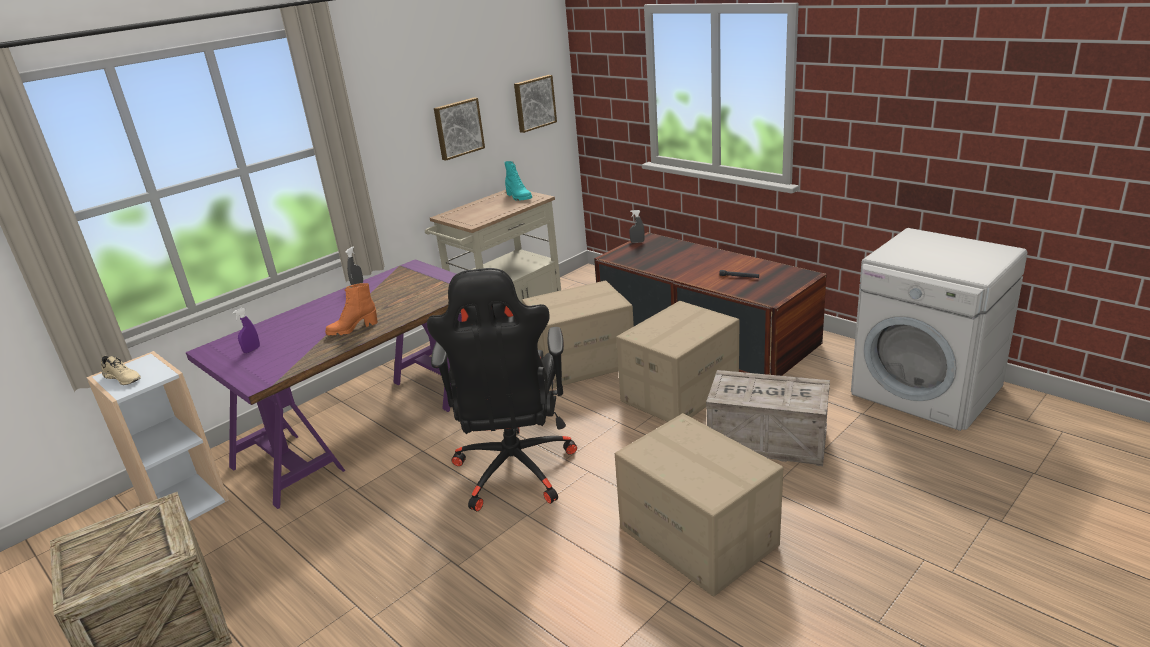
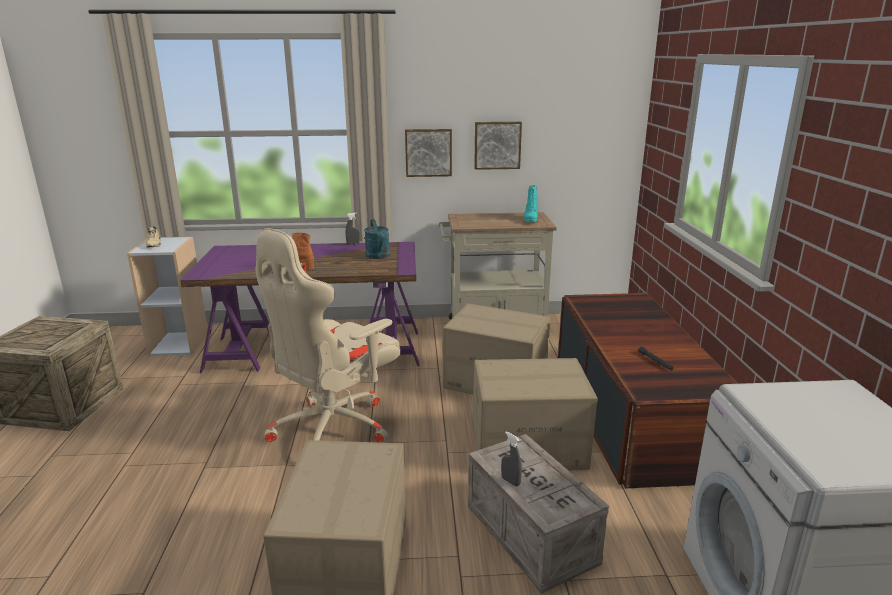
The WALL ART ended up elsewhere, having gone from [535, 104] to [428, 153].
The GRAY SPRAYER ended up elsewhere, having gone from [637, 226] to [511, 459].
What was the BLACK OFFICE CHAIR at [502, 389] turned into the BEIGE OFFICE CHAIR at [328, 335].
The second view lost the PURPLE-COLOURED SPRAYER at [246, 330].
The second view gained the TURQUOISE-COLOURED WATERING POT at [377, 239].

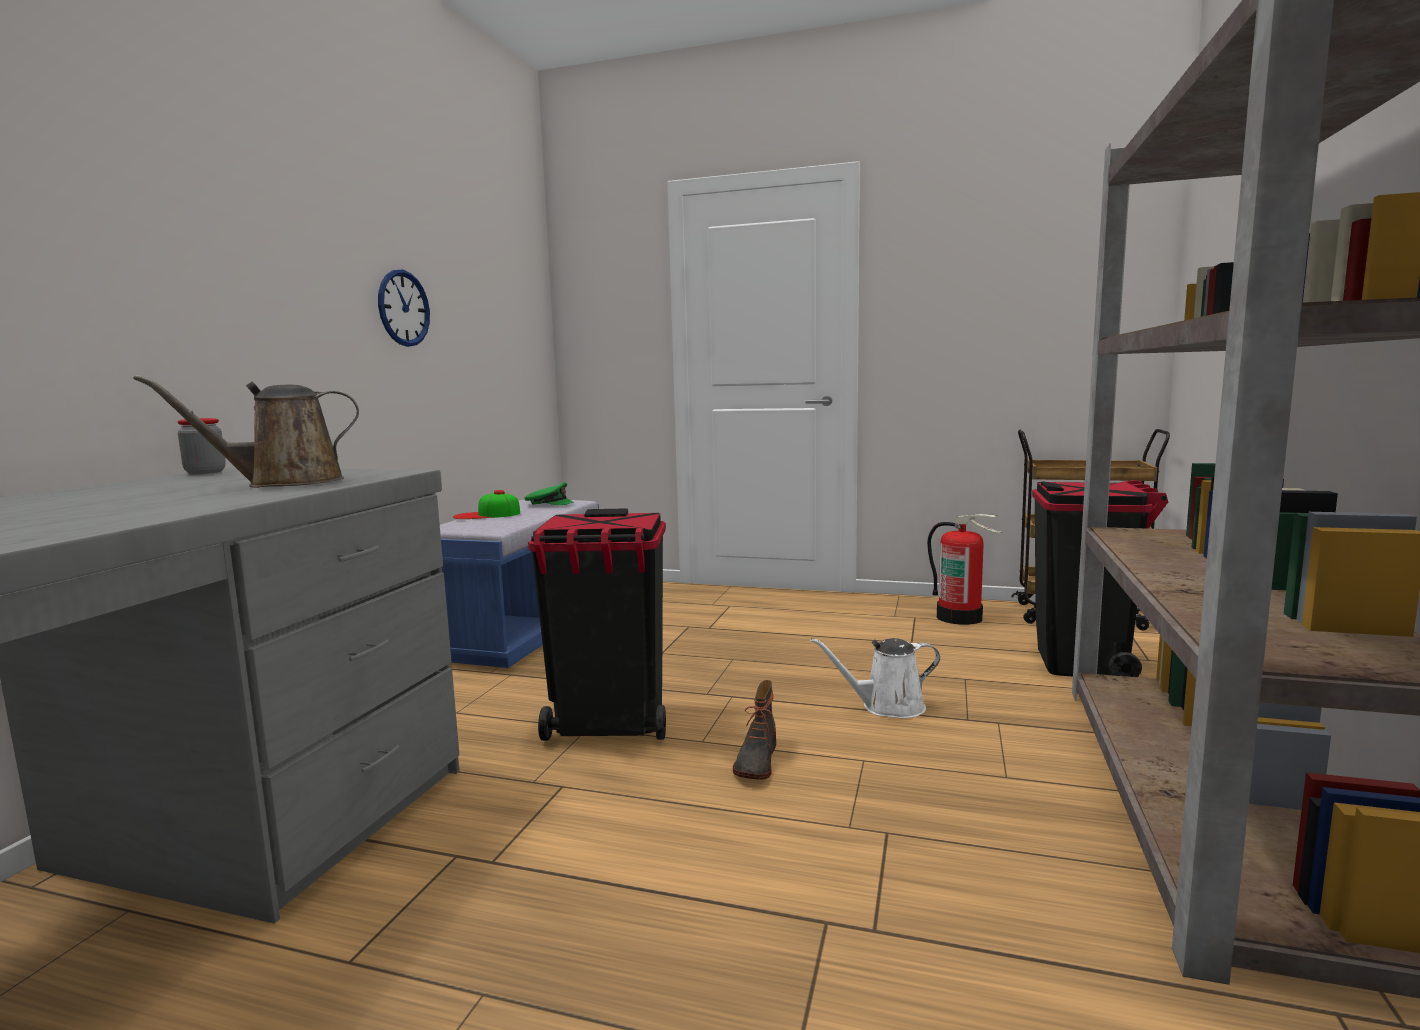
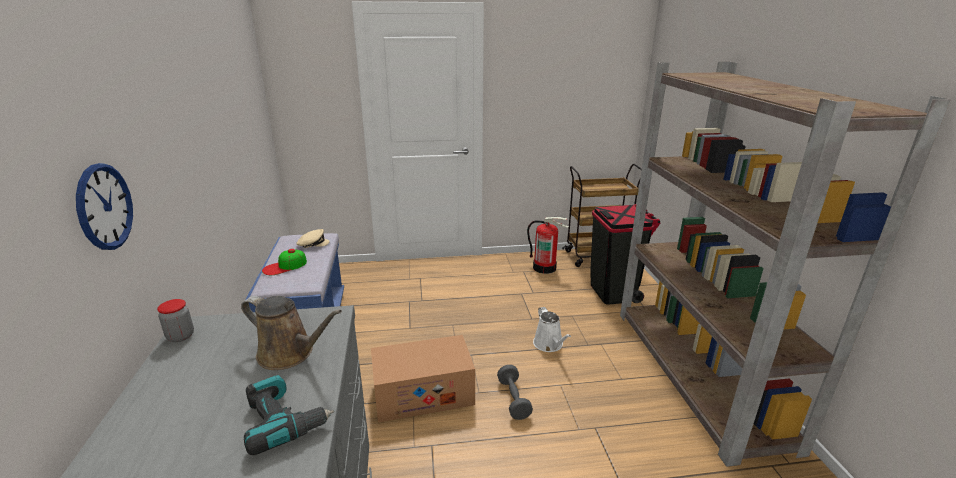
The CLOCK ON THE WALL ended up elsewhere, having gone from [404, 308] to [104, 206].
The BROWNISH WATERING POT at [246, 431] ended up facing another way, 105 degrees counterclockwise from before.
What was the GREEN-COLOURED BASEBALL CAP at [549, 493] turned into the BEIGE BASEBALL CAP at [313, 238].
Where the BLACK TRASH CAN stood at [597, 624], the CARDBOARD BOX came to stand at [423, 378].
The WHITISH WATERING POT at [875, 678] ended up facing another way, 75 degrees counterclockwise from before.
Where the BOOT stood at [754, 730], the GRAY DUMBBELL came to stand at [515, 392].
The second view gained the POWER DRILL at [289, 415].

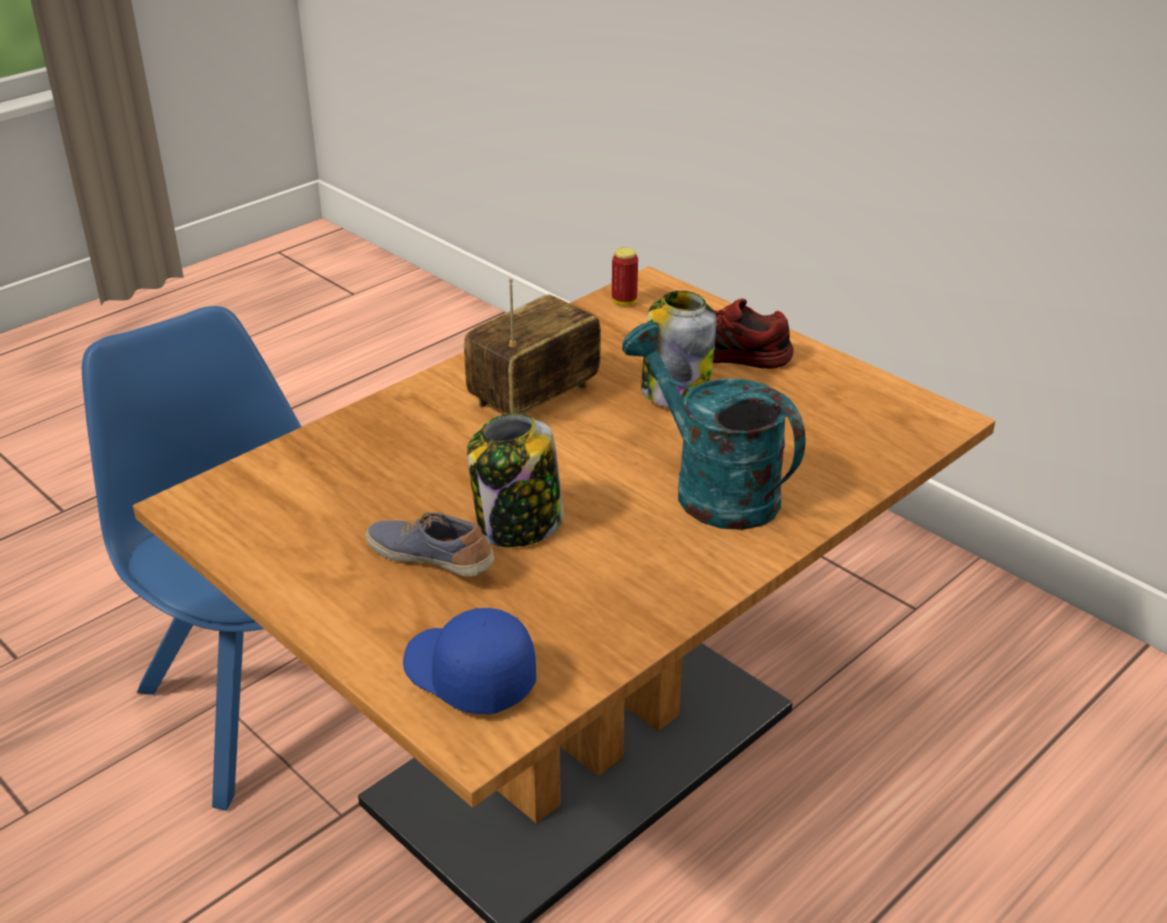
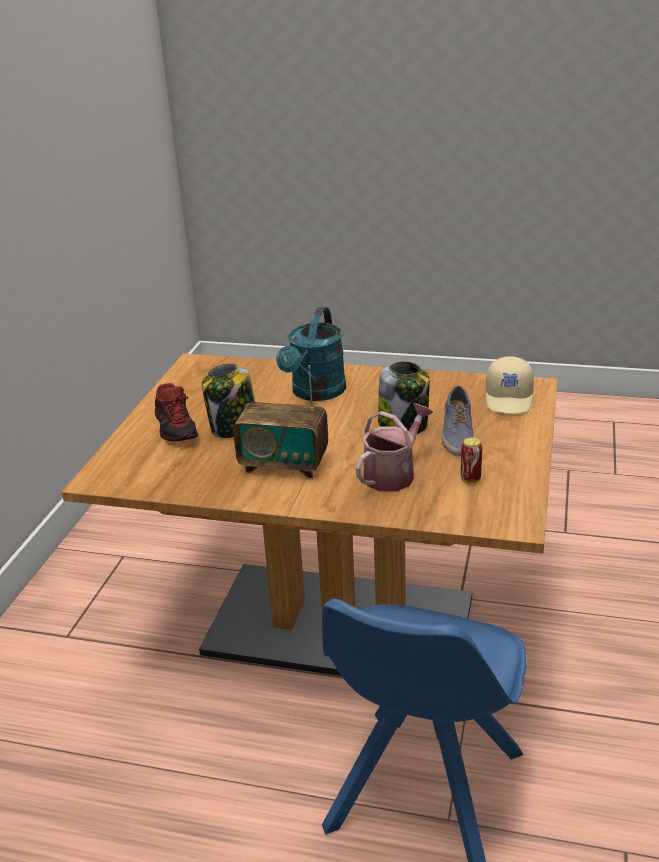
The METAL CAN ended up elsewhere, having gone from [625, 276] to [471, 460].
What was the BLUISH BASEBALL CAP at [469, 661] turned into the BEIGE BASEBALL CAP at [510, 384].
The second view gained the WATERING POT at [394, 447].

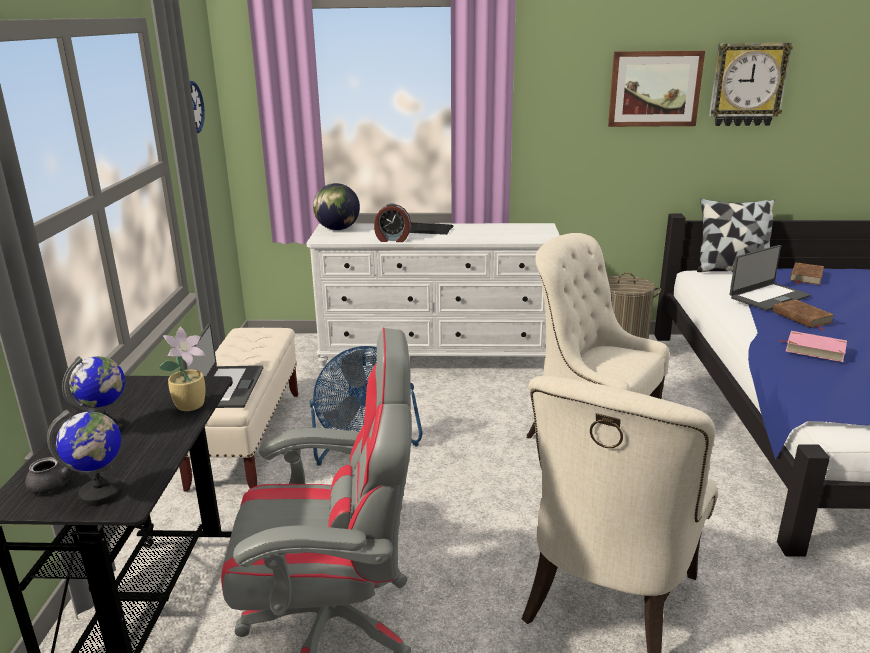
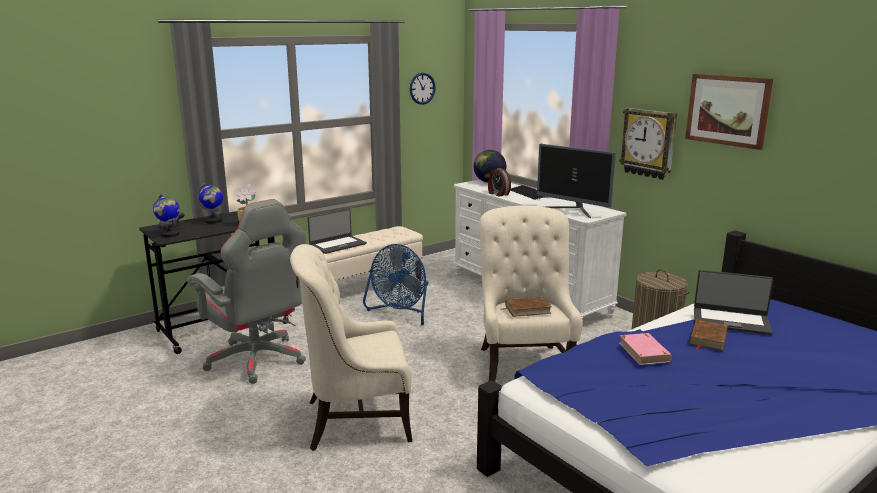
The CLOCK ON THE WALL ended up elsewhere, having gone from [751, 84] to [648, 144].
The second view lost the THROW PILLOW at [736, 235].
The BROWNISH BOUND BOOK ended up elsewhere, having gone from [807, 273] to [526, 307].
The second view gained the COMPUTER SCREEN at [576, 181].

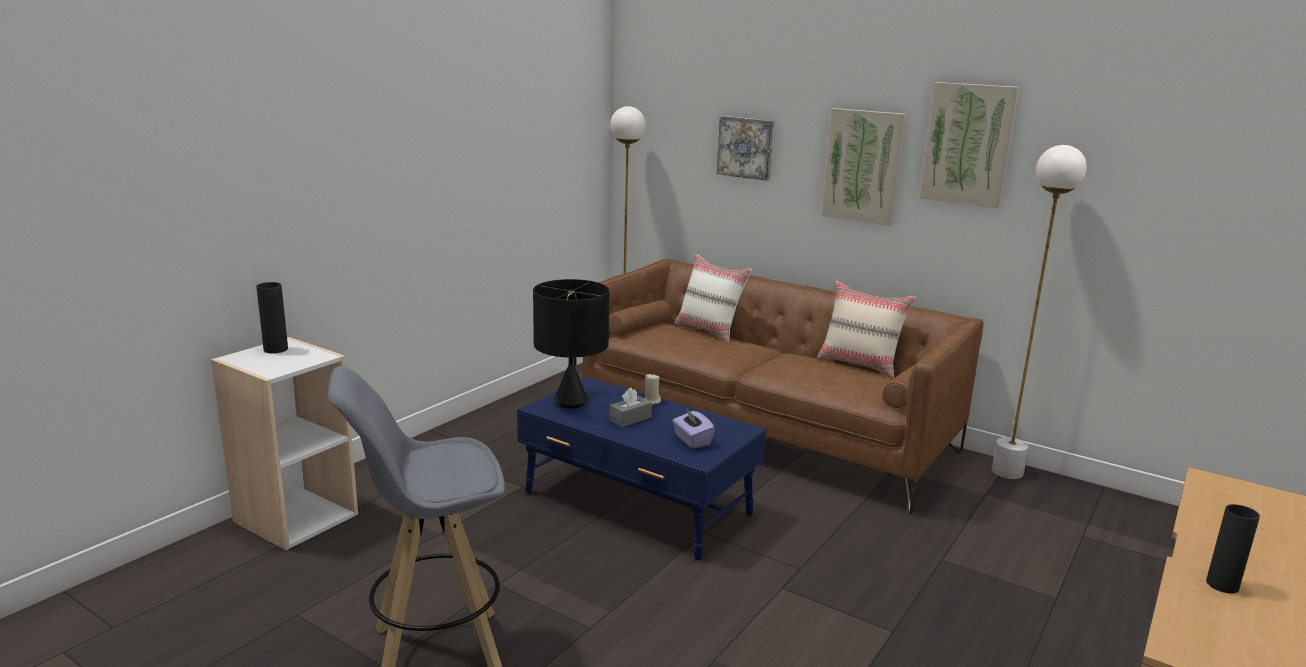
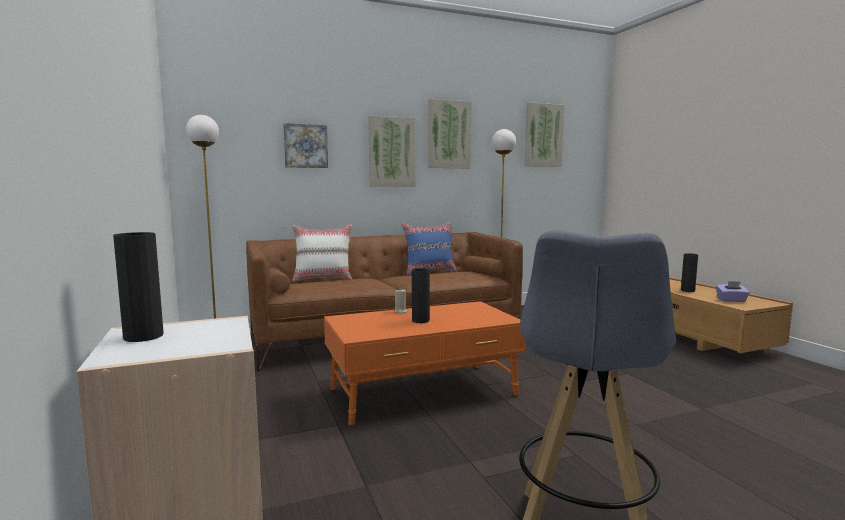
The second view lost the BLACK TABLE LAMP at [571, 344].
What was the BEIGE THROW PILLOW at [866, 329] turned into the BLUISH THROW PILLOW at [429, 248].
What was the BLUISH COFFEE TABLE at [641, 468] turned into the ORANGE COFFEE TABLE at [425, 363].
Where the GRAY TISSUE BOX stood at [630, 407], the BLACK FLOWER VASE came to stand at [421, 295].
The PURPLE-COLOURED TISSUE BOX ended up elsewhere, having gone from [693, 428] to [733, 291].
The second view gained the WALL ART at [544, 134].

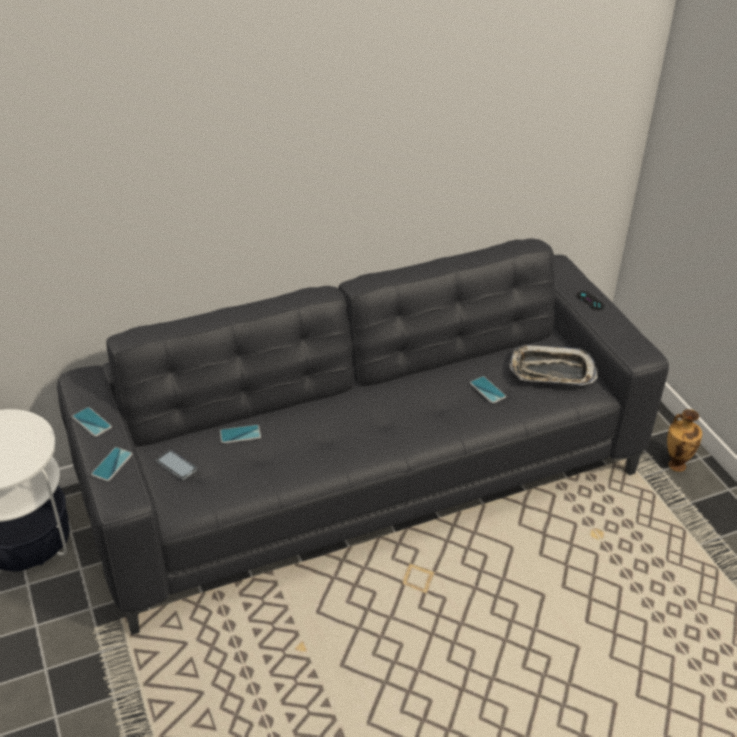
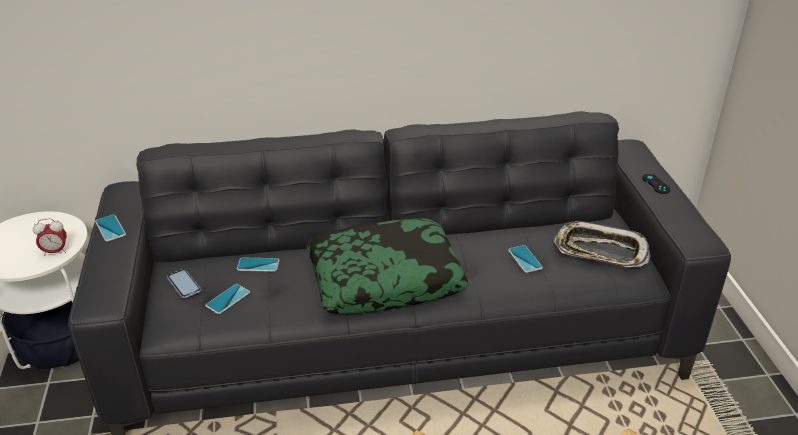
The second view lost the FLOWER VASE at [684, 440].
The HANDSET ended up elsewhere, having gone from [111, 464] to [227, 299].
The second view gained the ALARM CLOCK at [49, 237].
The second view gained the THROW PILLOW at [387, 267].

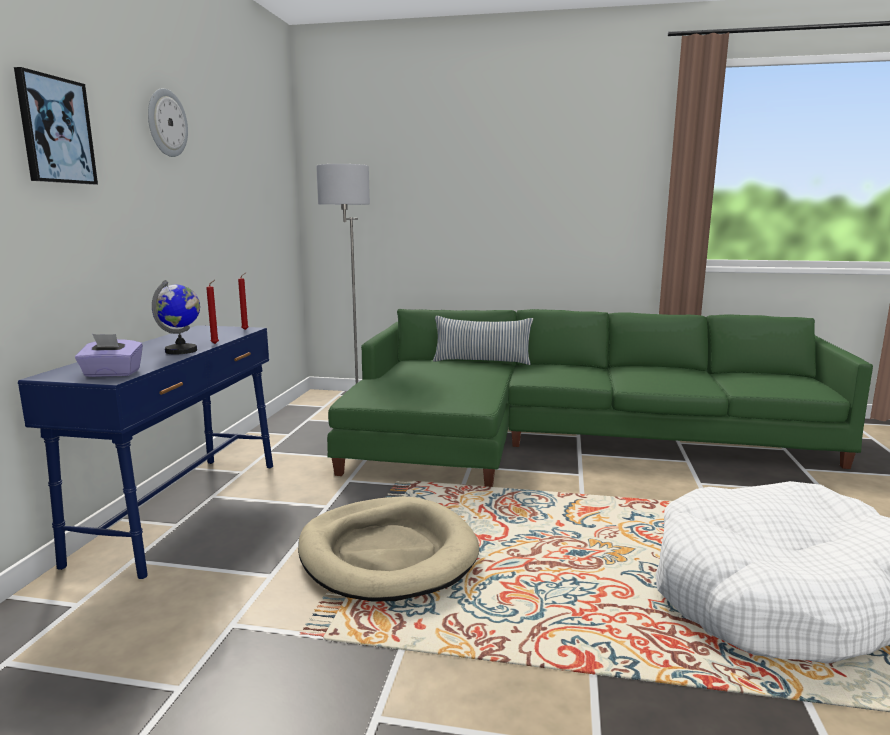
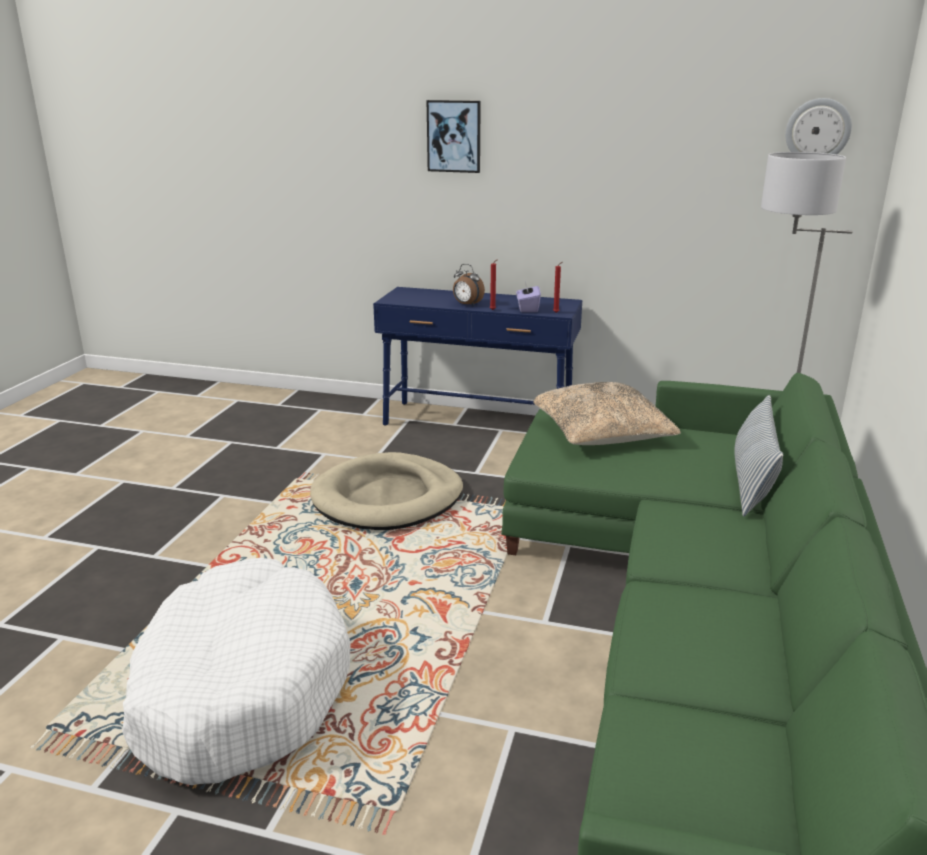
The CLOCK ON THE WALL ended up elsewhere, having gone from [168, 122] to [818, 126].
Where the DESK GLOBE stood at [176, 317], the ALARM CLOCK came to stand at [469, 285].
The PURPLE-COLOURED TISSUE BOX ended up elsewhere, having gone from [109, 355] to [528, 296].
The second view gained the BEIGE THROW PILLOW at [607, 413].

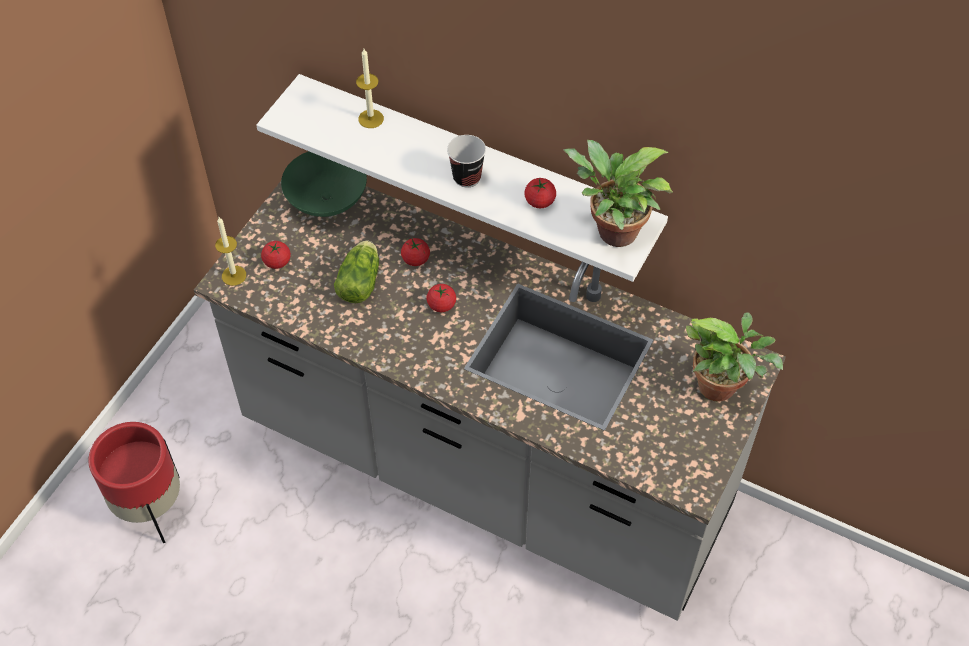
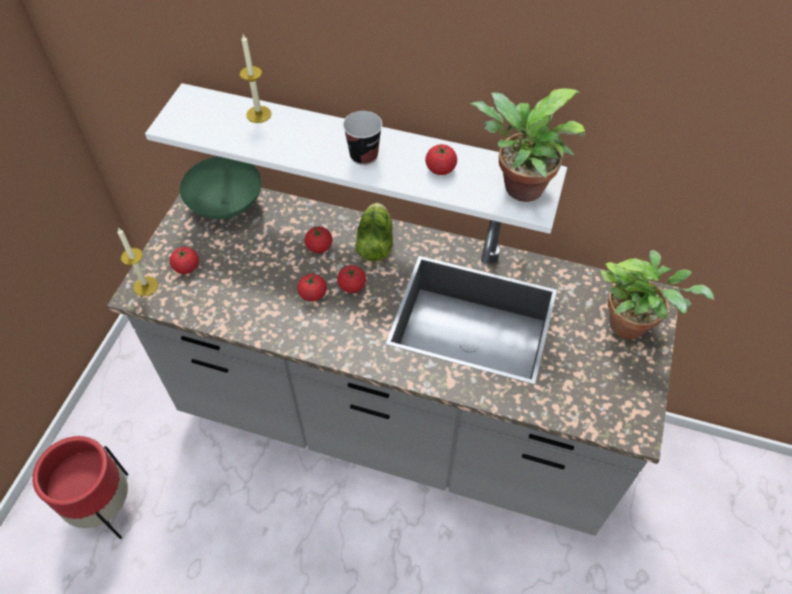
The LETTUCE ended up elsewhere, having gone from [356, 271] to [374, 232].
The second view gained the TOMATO at [312, 288].

